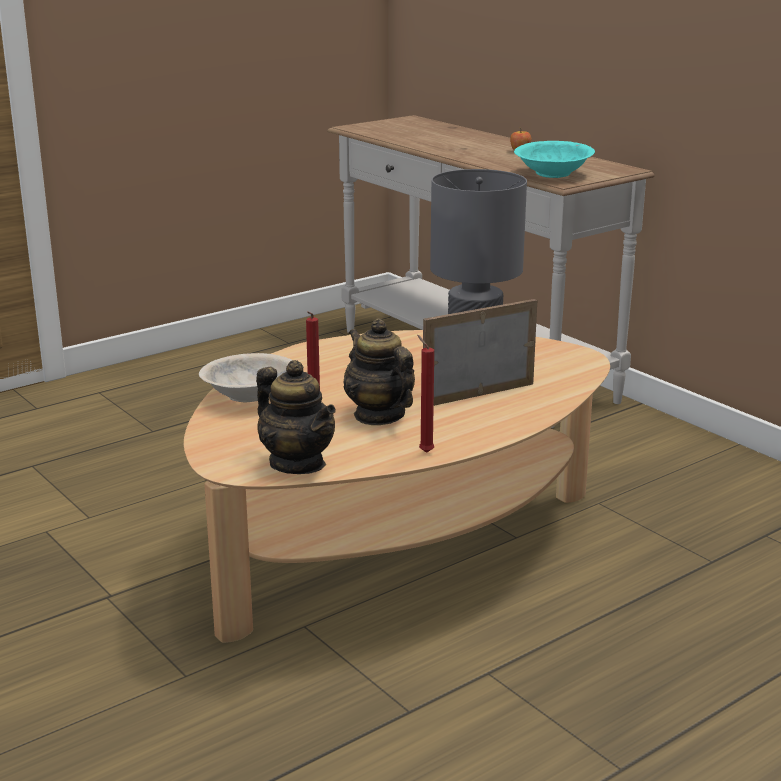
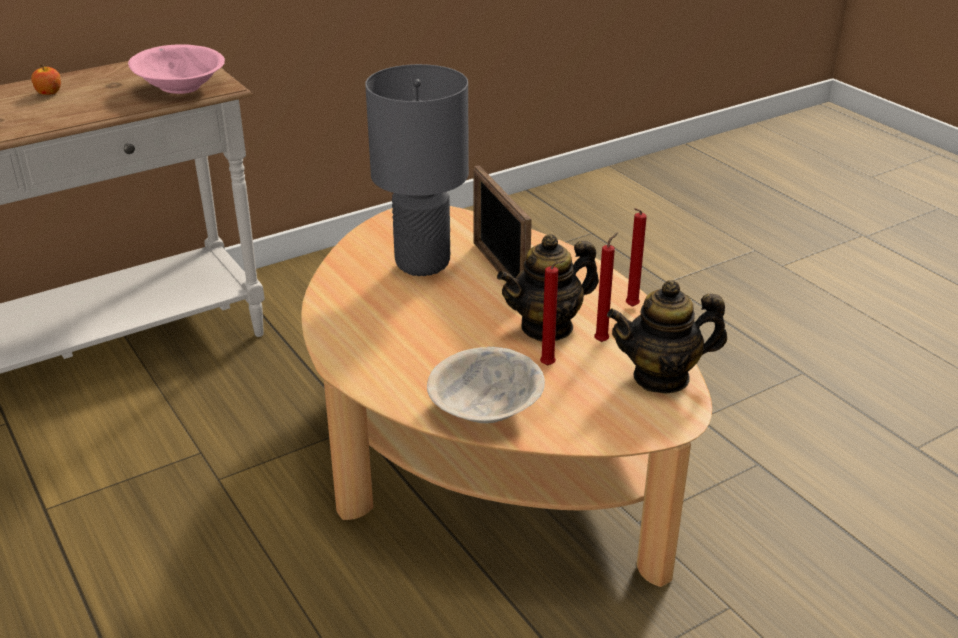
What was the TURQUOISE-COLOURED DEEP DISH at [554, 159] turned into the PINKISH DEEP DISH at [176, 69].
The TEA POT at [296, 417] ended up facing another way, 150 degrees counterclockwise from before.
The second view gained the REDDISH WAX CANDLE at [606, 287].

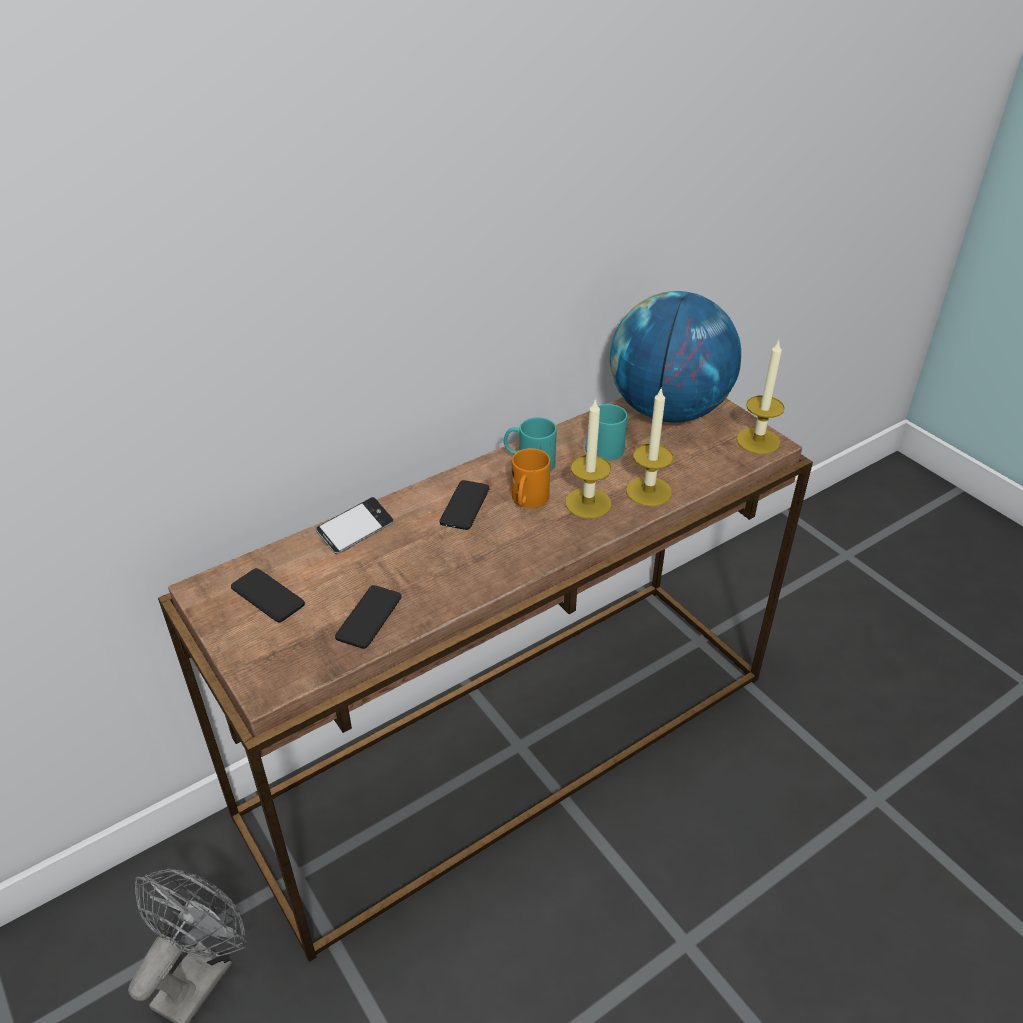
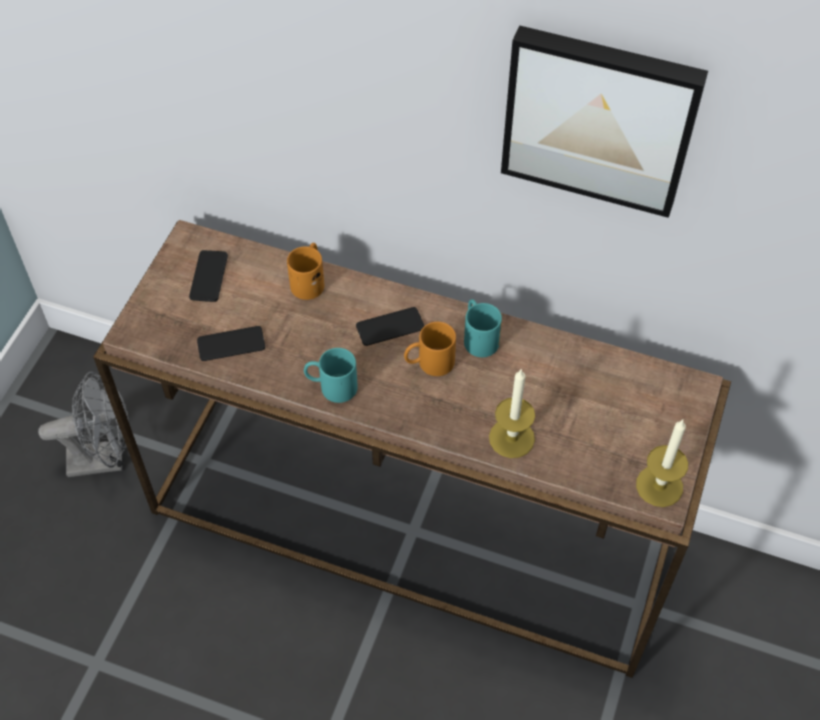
The second view lost the DESK GLOBE at [675, 357].
The second view lost the WAX CANDLE at [588, 458].
The TURQUOISE-COLOURED MUG ended up elsewhere, having gone from [606, 432] to [331, 375].
Where the HANDSET stood at [355, 525], the ORANGE MUG came to stand at [305, 271].
The second view gained the WALL ART at [604, 121].

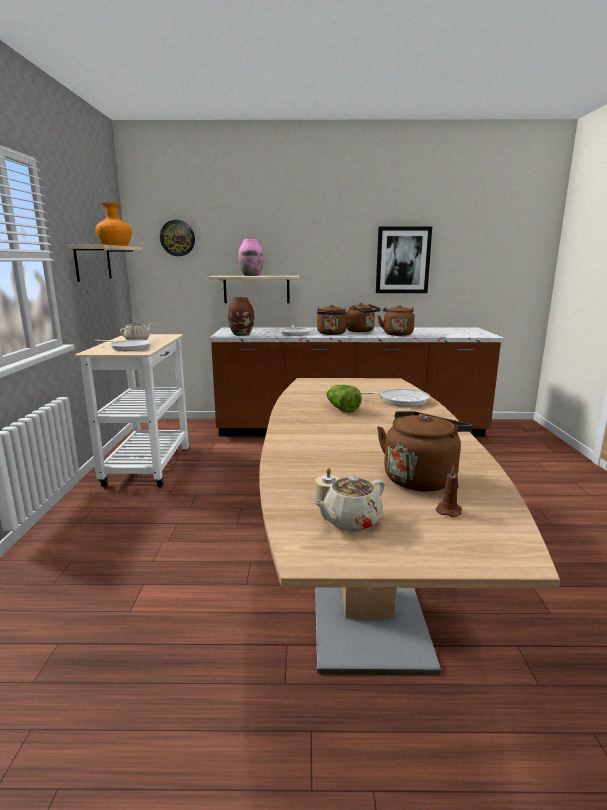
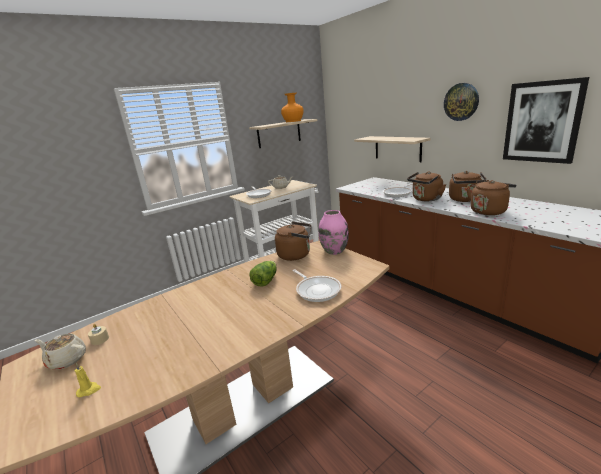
The CLOCK ON THE WALL ended up elsewhere, having gone from [177, 238] to [461, 102].
The PINKISH FLOWER VASE ended up elsewhere, having gone from [250, 257] to [334, 232].
The second view lost the BROWNISH FLOWER VASE at [241, 316].
The BROWNISH WATER KETTLE ended up elsewhere, having gone from [425, 451] to [293, 241].
What was the BROWNISH WAX CANDLE at [449, 491] turned into the YELLOW-COLOURED WAX CANDLE at [88, 380].

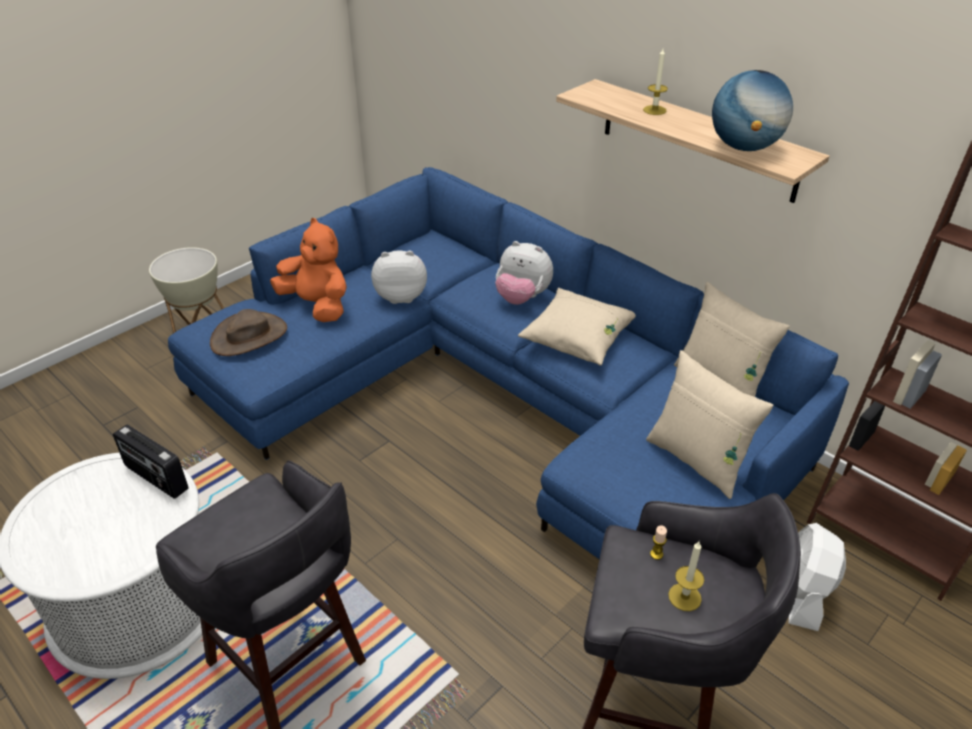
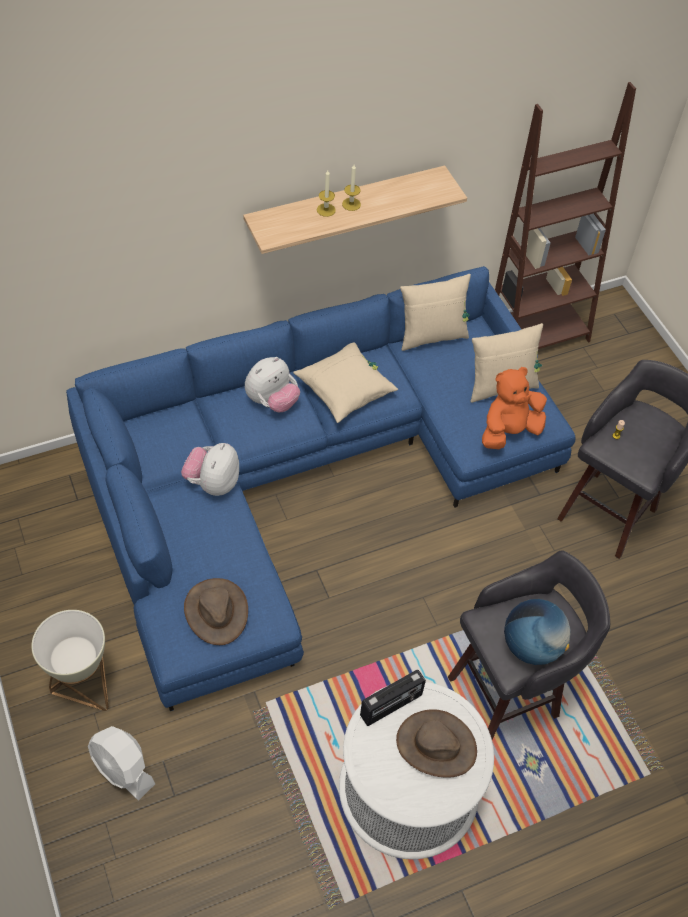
The DESK GLOBE ended up elsewhere, having gone from [752, 110] to [537, 632].
The ORANGE CUDDLY TOY ended up elsewhere, having gone from [308, 270] to [514, 408].
The WHITISH ELECTRIC FAN ended up elsewhere, having gone from [817, 577] to [121, 763].
The WAX CANDLE ended up elsewhere, having gone from [686, 576] to [351, 188].
The second view gained the BROWNISH CLOTHING HAT at [436, 743].

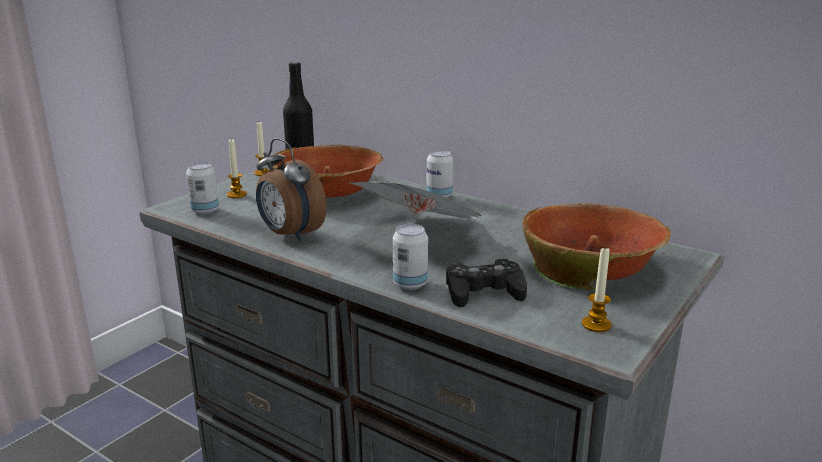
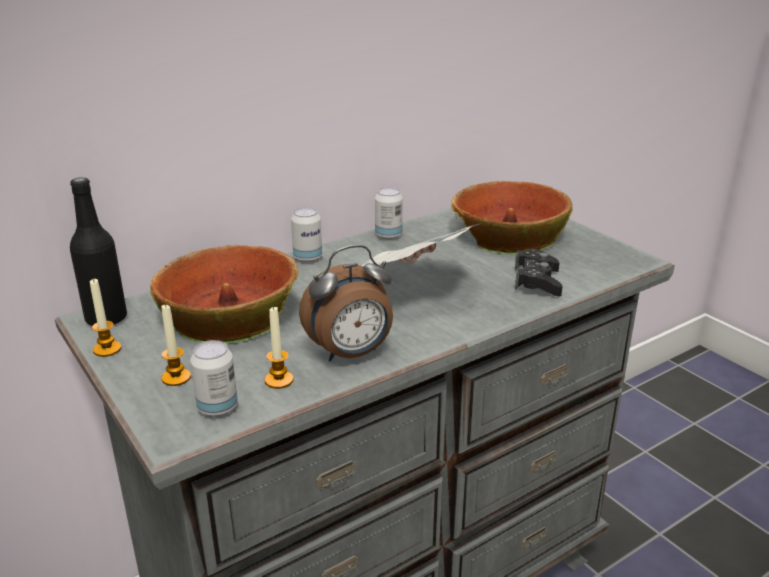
The METAL CAN ended up elsewhere, having gone from [410, 257] to [389, 213].
The WAX CANDLE ended up elsewhere, having gone from [597, 289] to [279, 347].

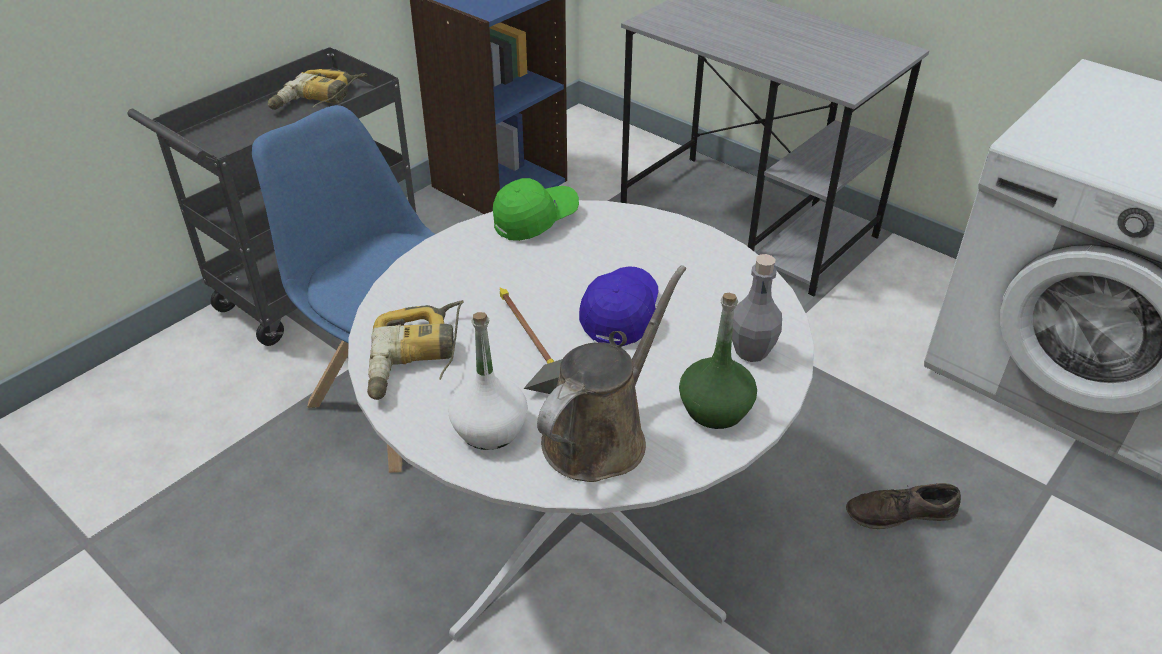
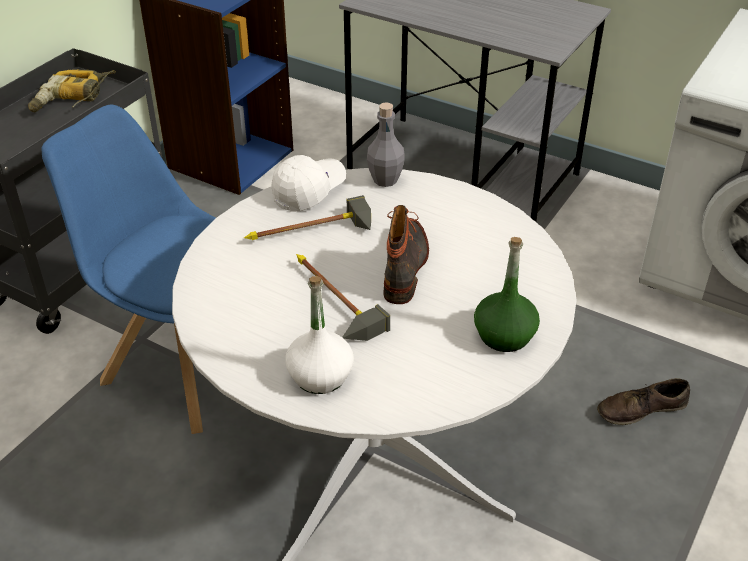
What was the GREEN-COLOURED BASEBALL CAP at [536, 209] turned into the WHITISH BASEBALL CAP at [308, 183].
The GRAY BEVERAGE BOTTLE ended up elsewhere, having gone from [757, 308] to [386, 144].
The second view lost the BROWNISH WATERING POT at [611, 373].
Where the BLUISH BASEBALL CAP stood at [619, 306], the BOOT came to stand at [406, 254].
The second view lost the POWER DRILL at [415, 350].
The second view gained the HAND HAMMER at [307, 217].

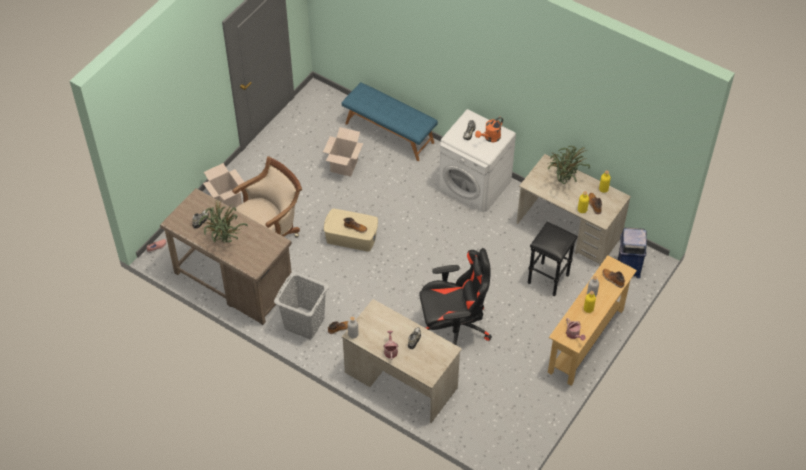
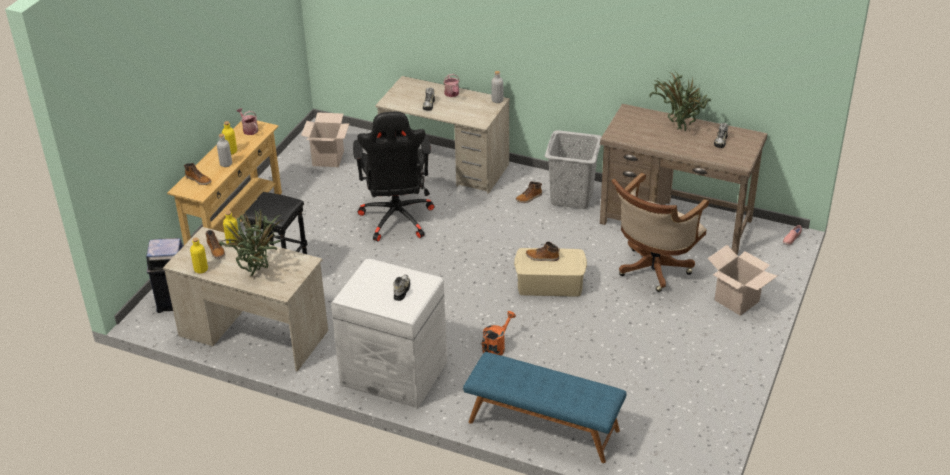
The ORANGE WATERING POT ended up elsewhere, having gone from [489, 129] to [499, 333].
The CARDBOARD BOX ended up elsewhere, having gone from [343, 152] to [325, 139].
The BLACK OFFICE CHAIR at [455, 296] ended up facing another way, 75 degrees counterclockwise from before.

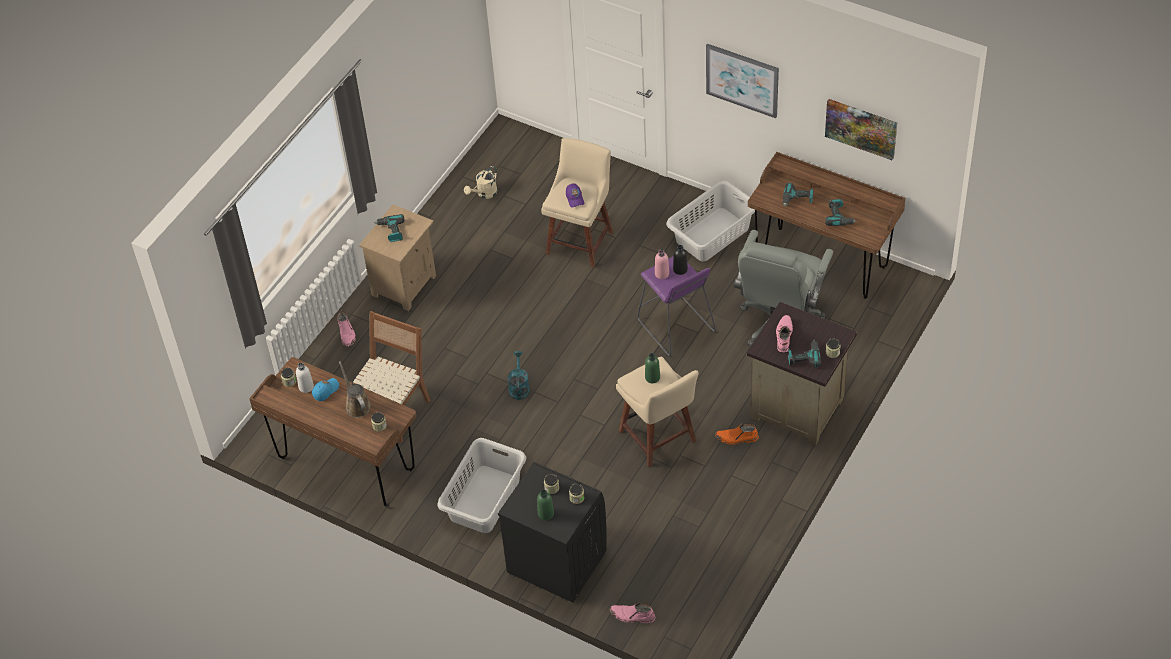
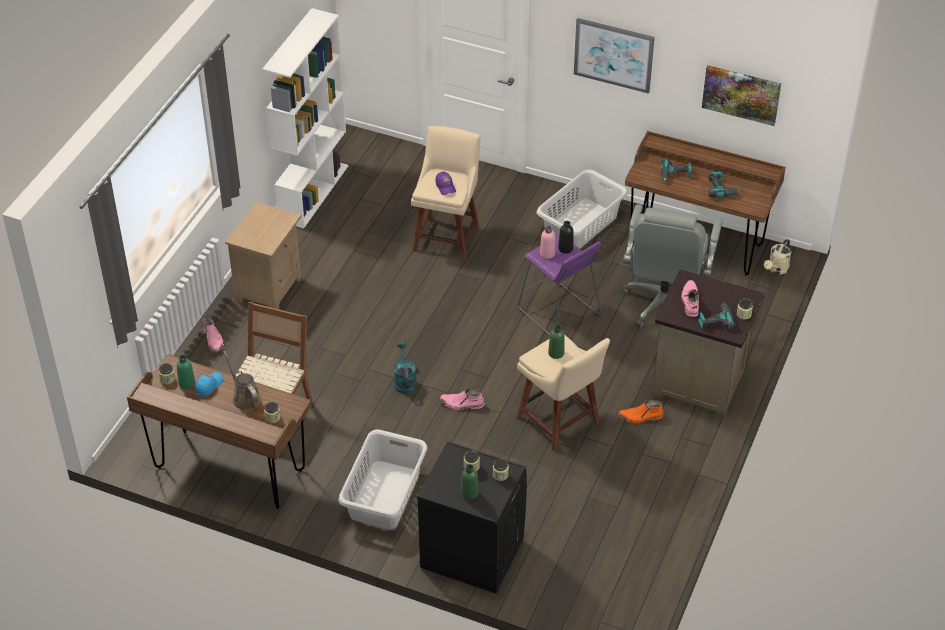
The BEIGE WATERING POT ended up elsewhere, having gone from [480, 182] to [778, 257].
The second view lost the POWER DRILL at [389, 228].
What was the WHITISH BEVERAGE BOTTLE at [305, 378] turned into the GREEN-COLOURED BEVERAGE BOTTLE at [186, 372].
The PINKISH BOOT ended up elsewhere, having gone from [632, 613] to [462, 399].
The second view gained the WHITISH BOOKSHELF at [305, 118].

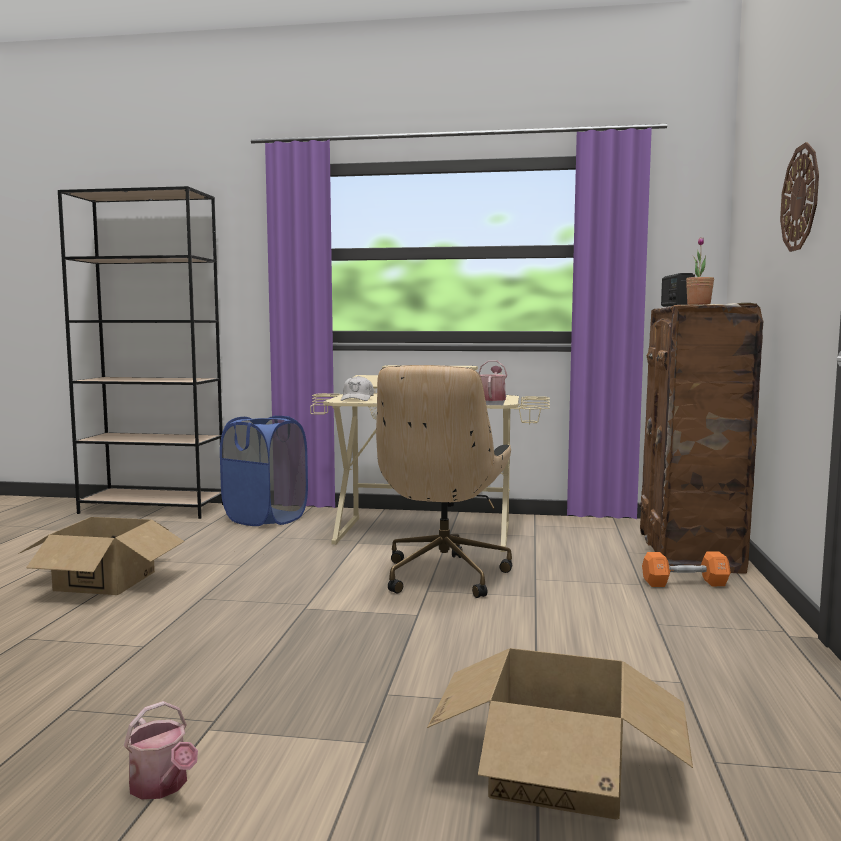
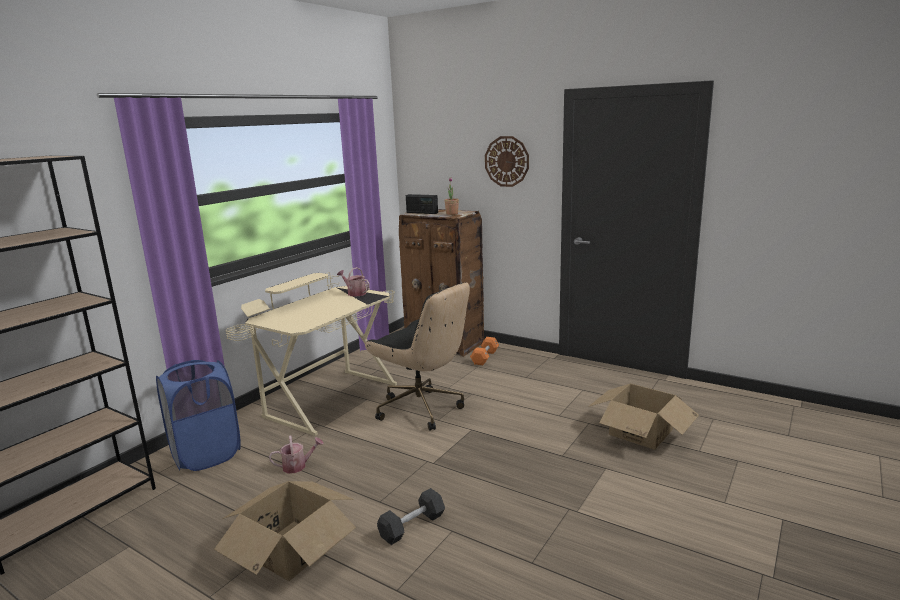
The second view lost the WHITISH BASEBALL CAP at [357, 388].
The WATERING POT ended up elsewhere, having gone from [161, 750] to [296, 454].
The second view gained the BLACK DUMBBELL at [411, 516].

